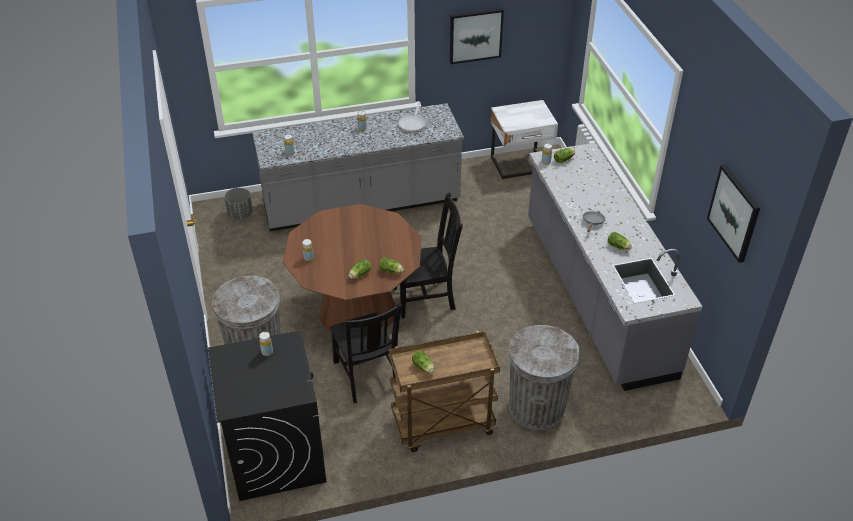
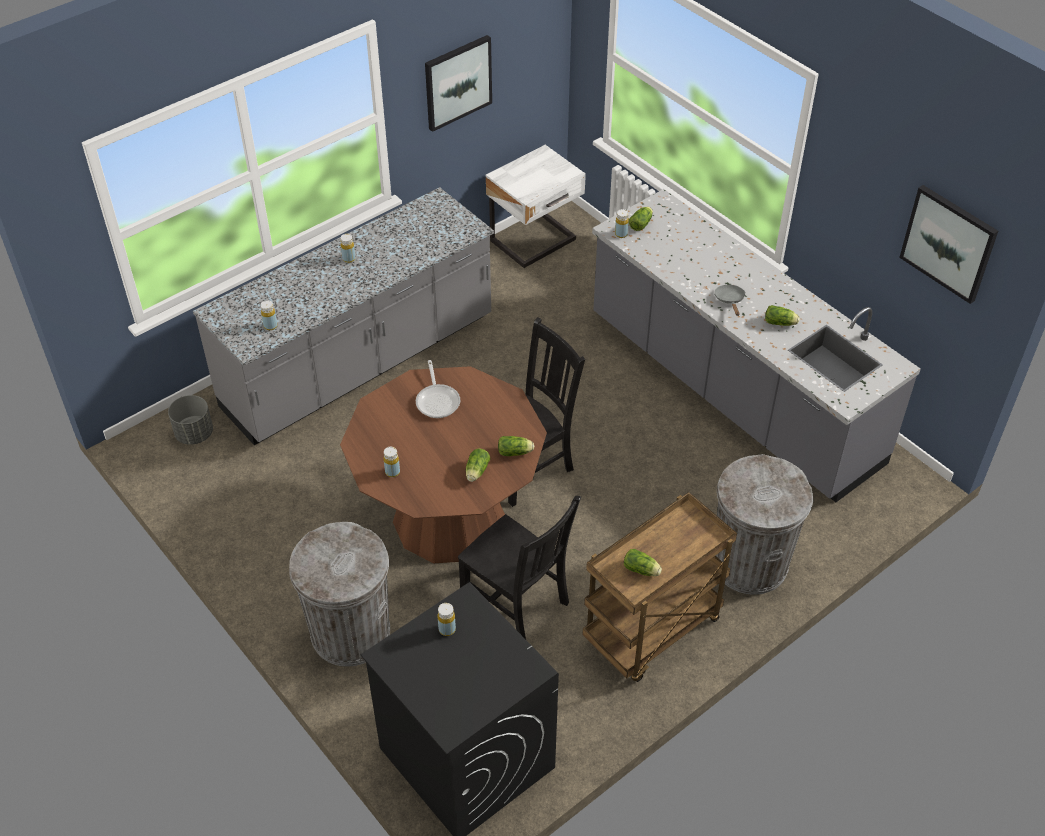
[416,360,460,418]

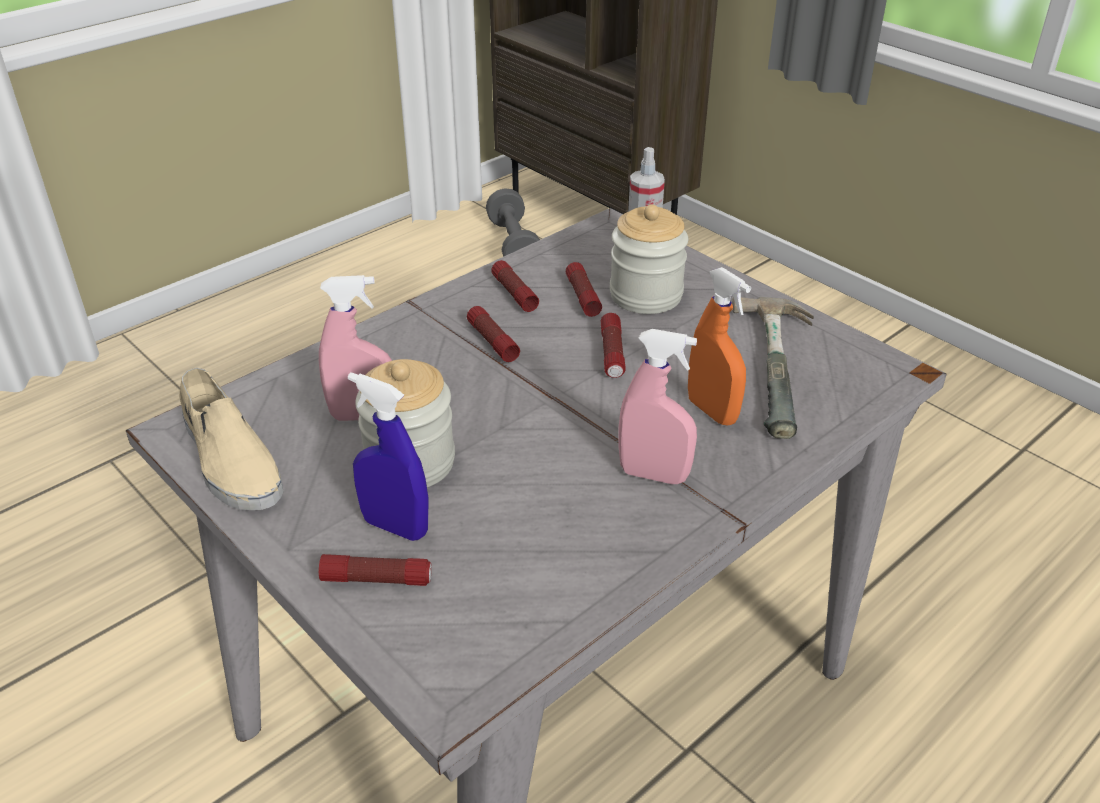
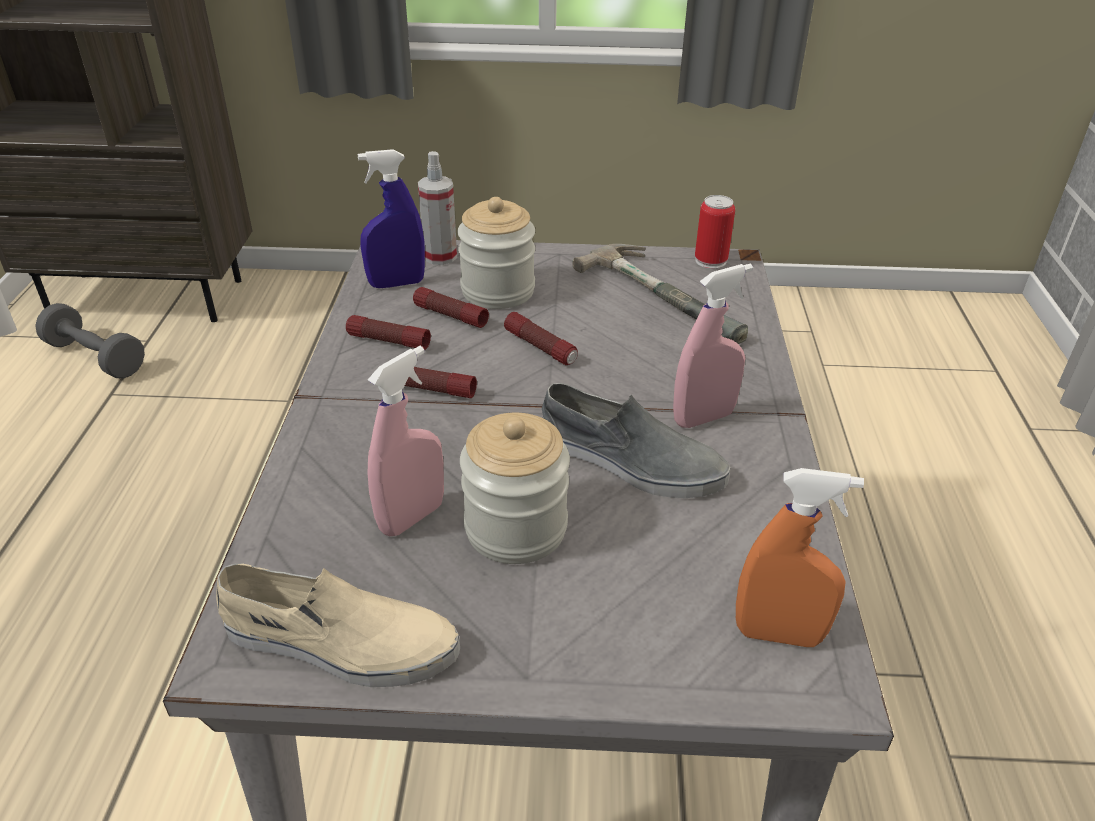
[319,554,432,586] (first image)
[358,149,425,288]
[736,468,864,647]
[542,383,731,498]
[695,195,735,269]

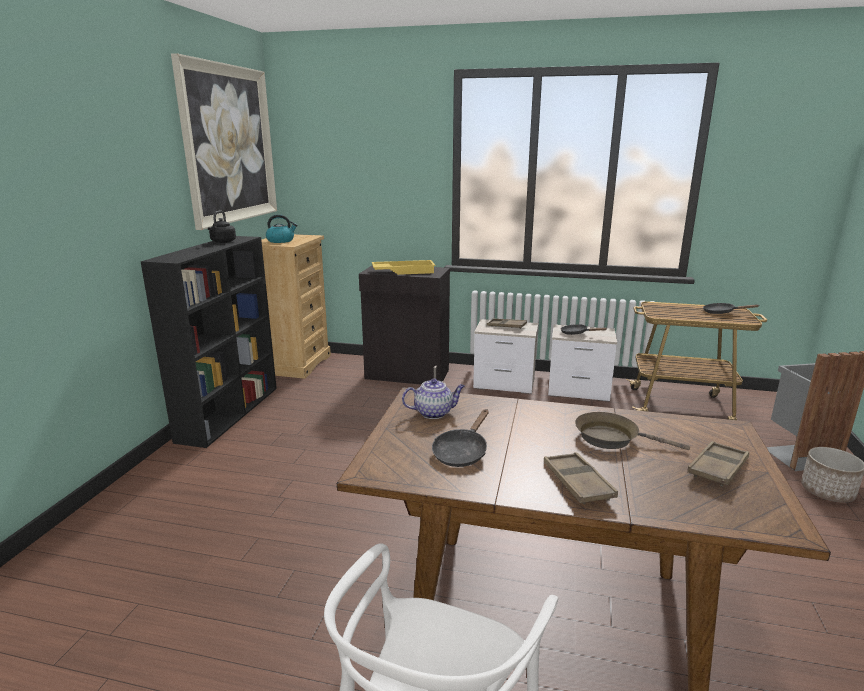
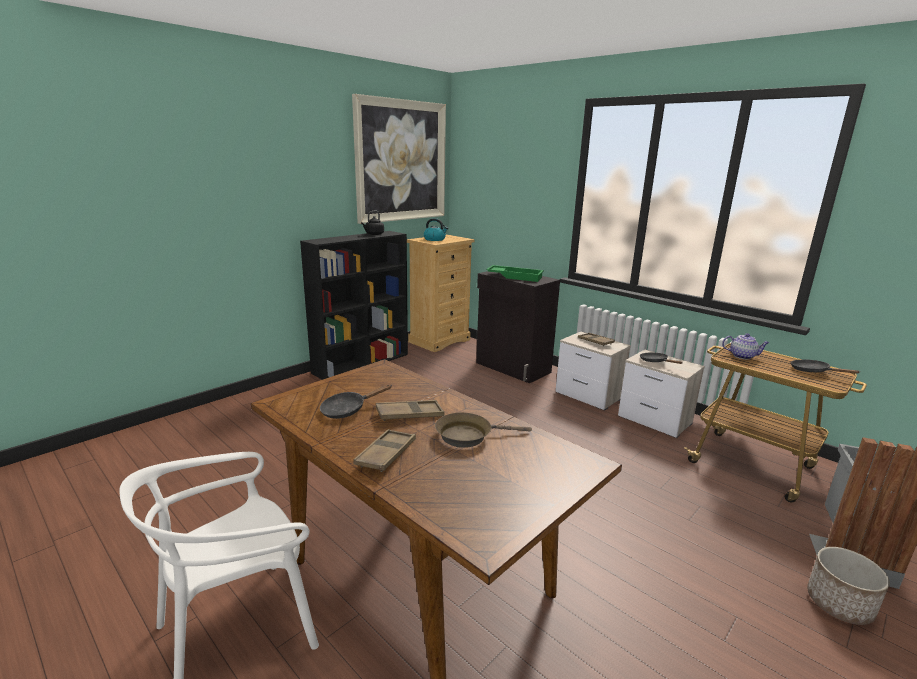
[486,265,544,282]
[722,333,769,359]
[435,412,532,448]
[376,400,445,421]

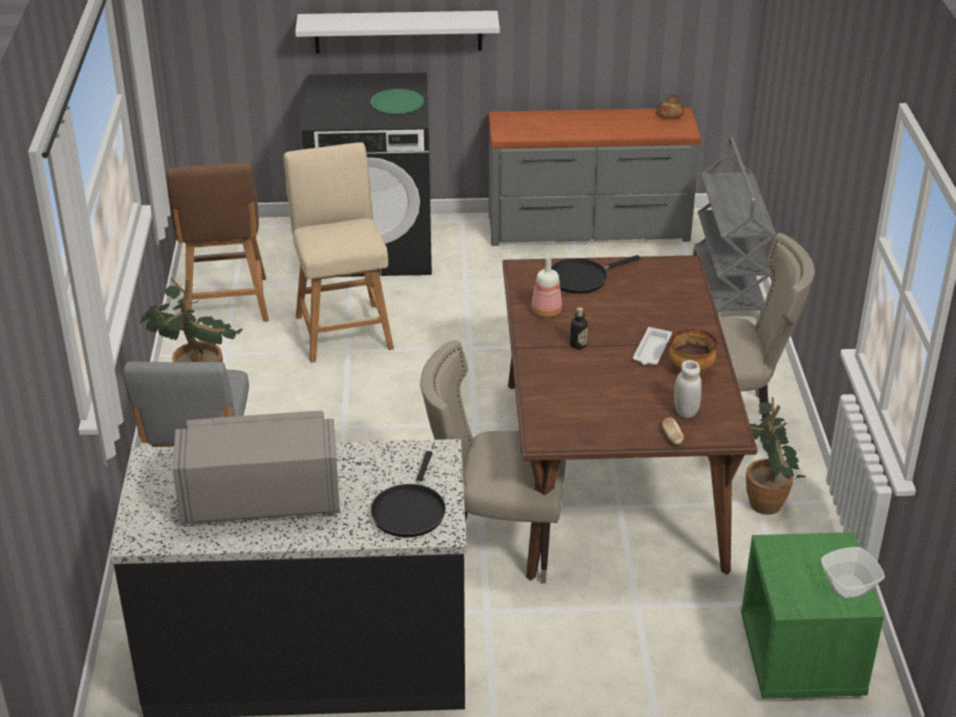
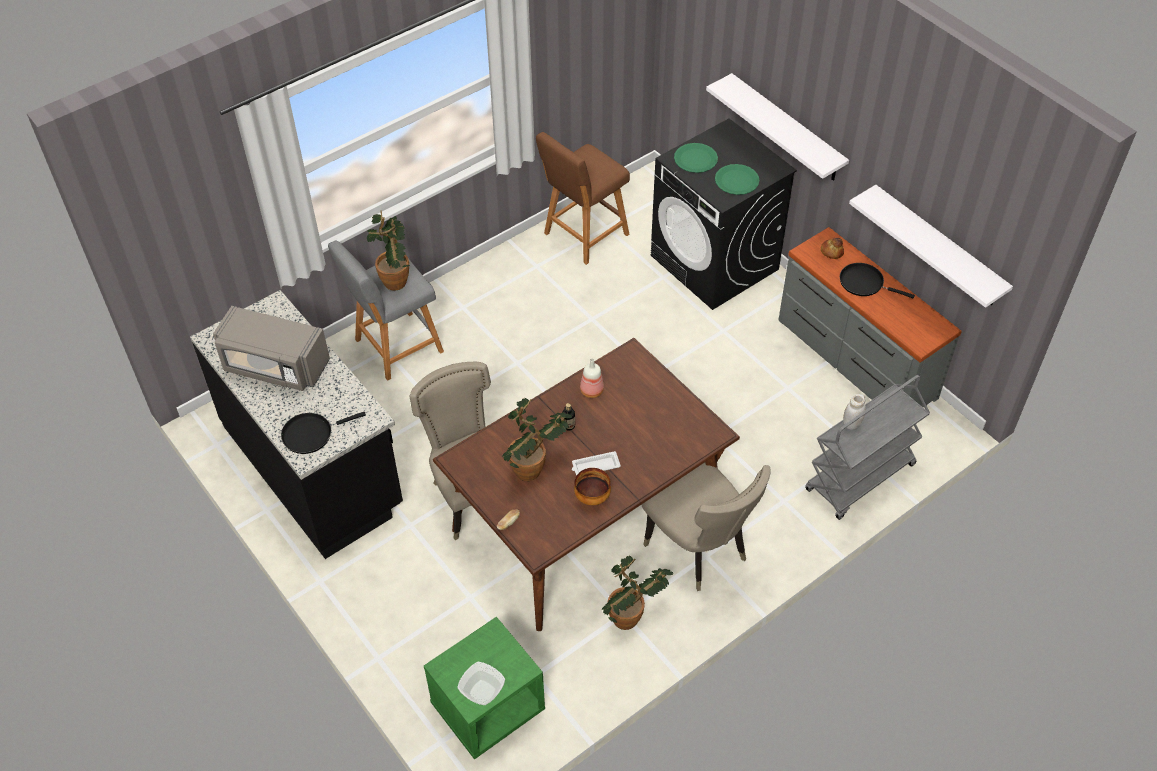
[213,306,330,391]
[284,142,394,363] (first image)
[840,263,915,298]
[821,238,844,259]
[843,394,866,430]
[502,398,572,481]
[674,143,718,173]
[849,185,1013,308]

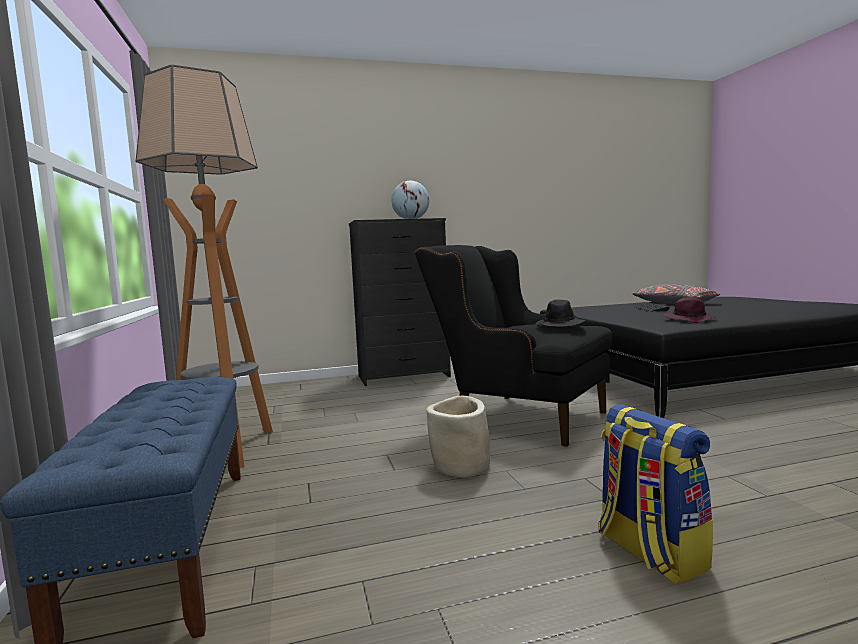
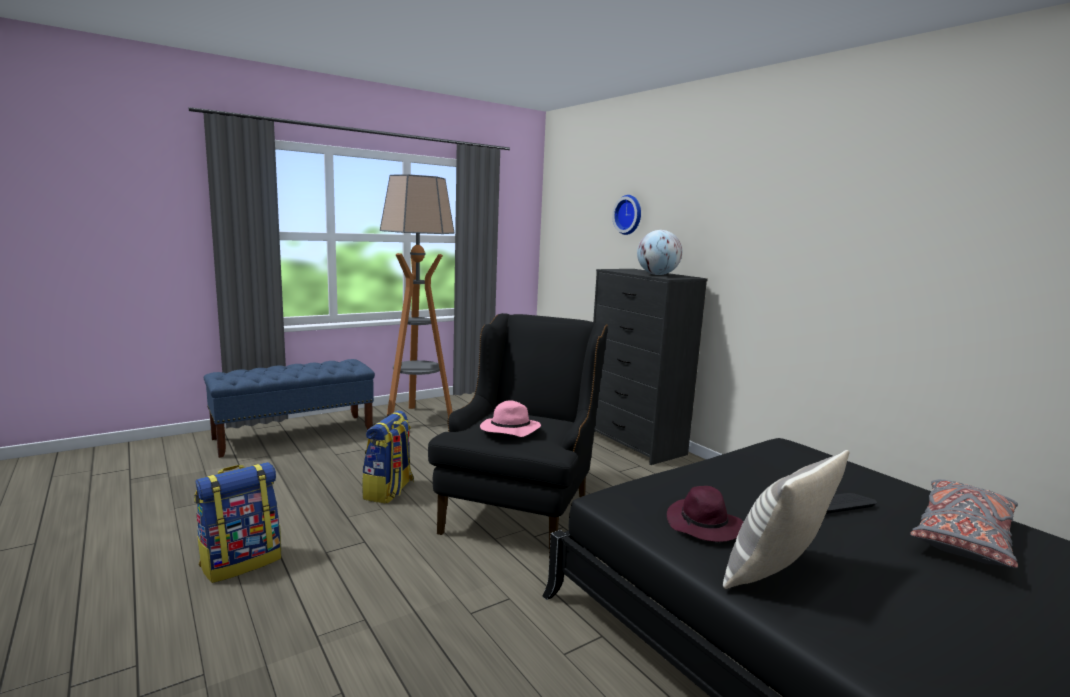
[362,410,414,504]
[480,400,541,437]
[612,195,641,235]
[723,450,849,589]

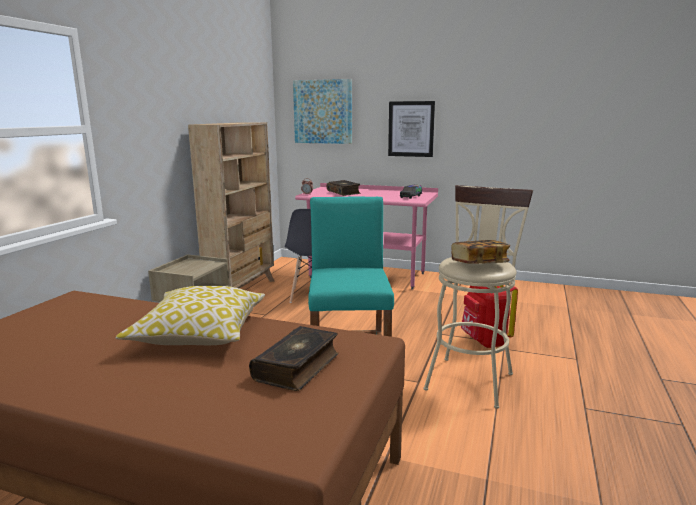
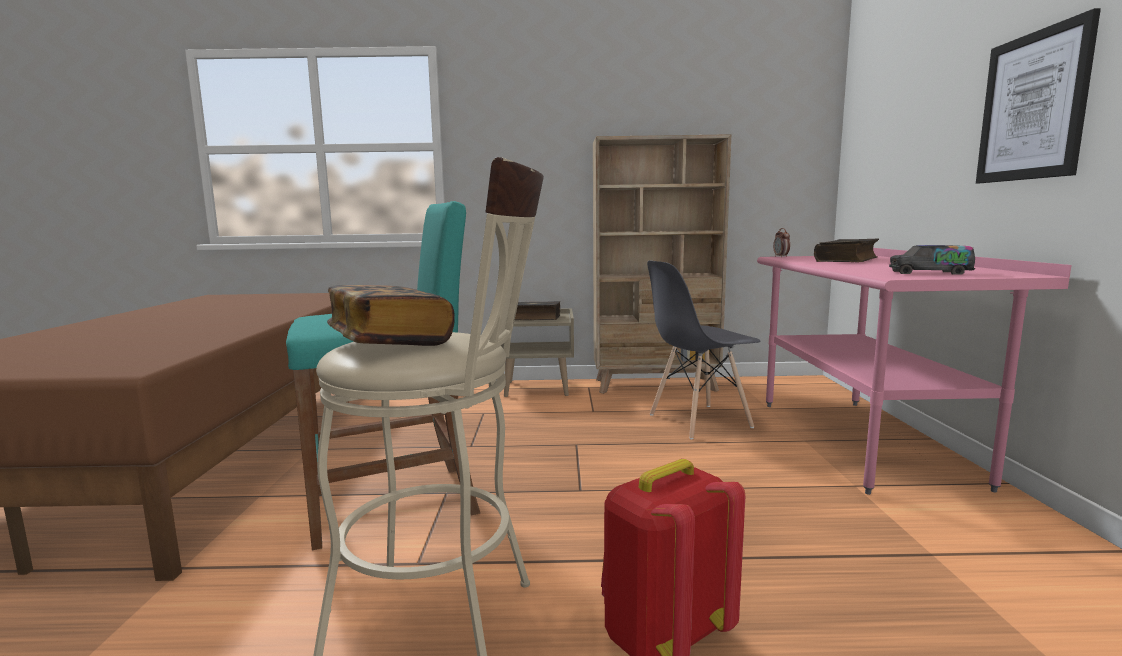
[115,286,265,345] (first image)
[515,301,560,320]
[293,79,352,144] (first image)

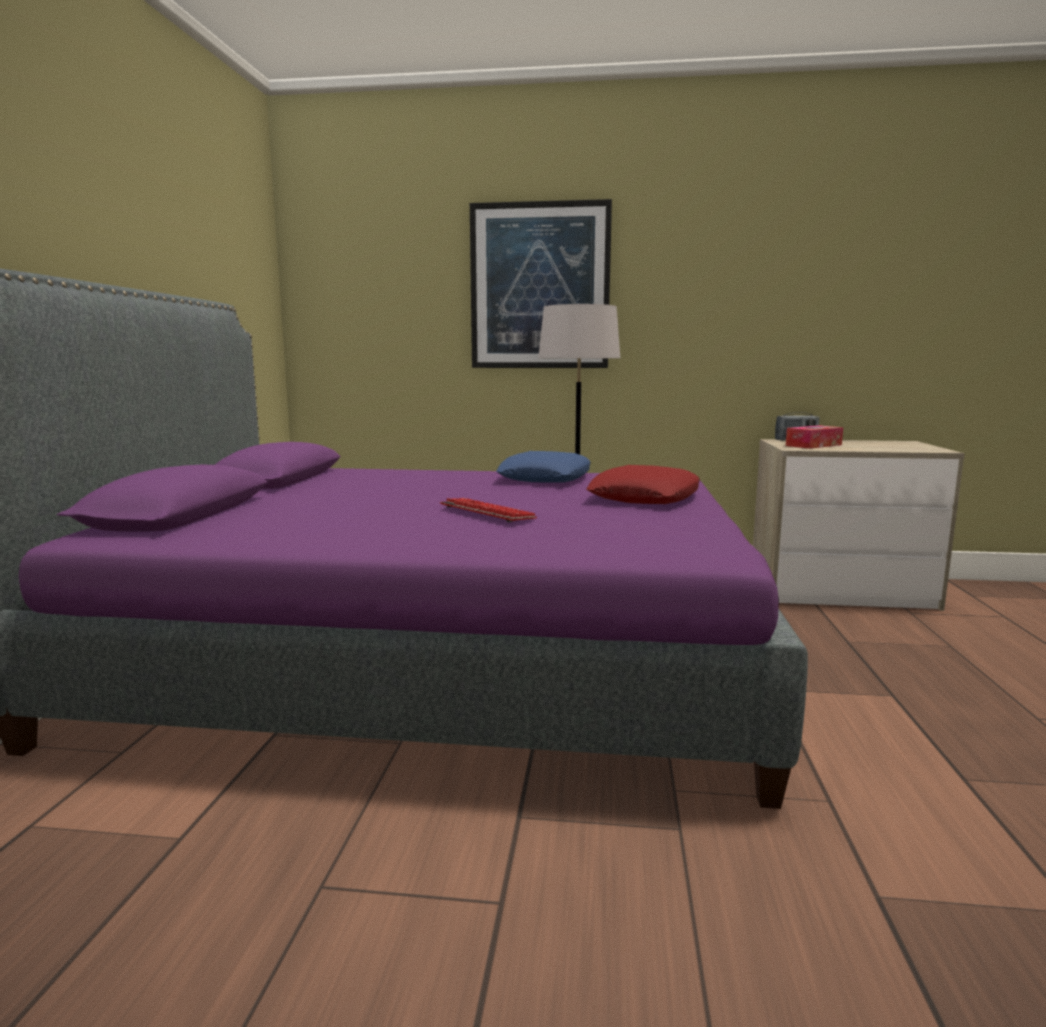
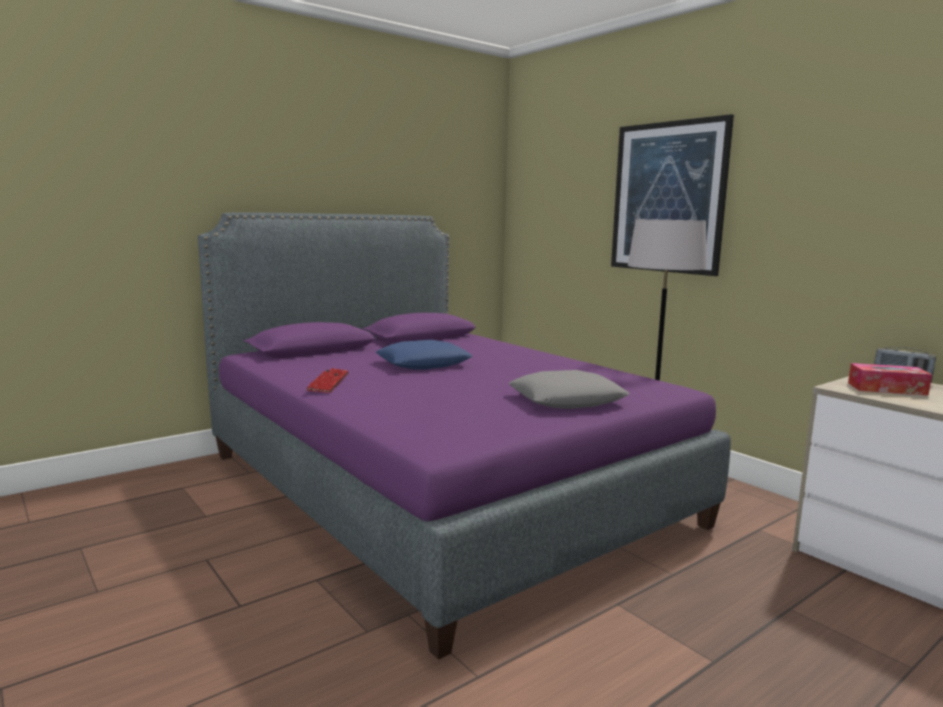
[306,368,349,393]
[376,340,473,369]
[508,370,629,409]

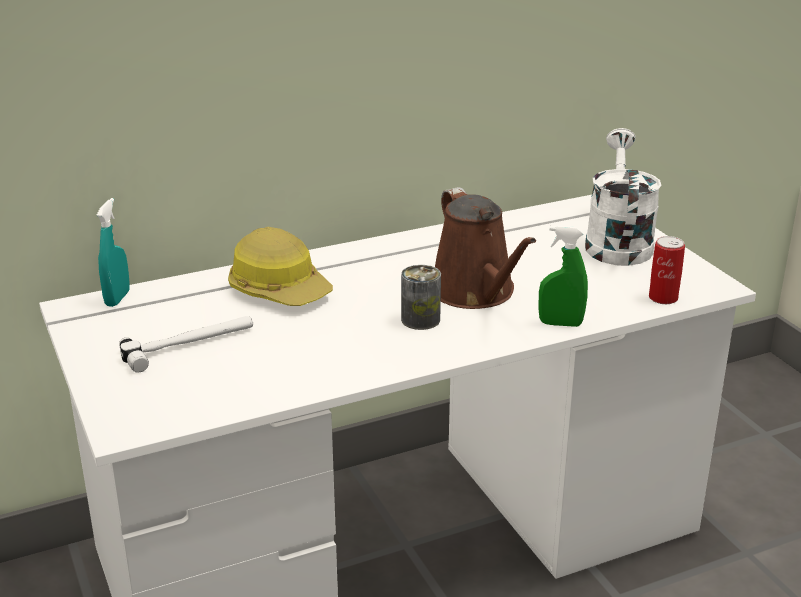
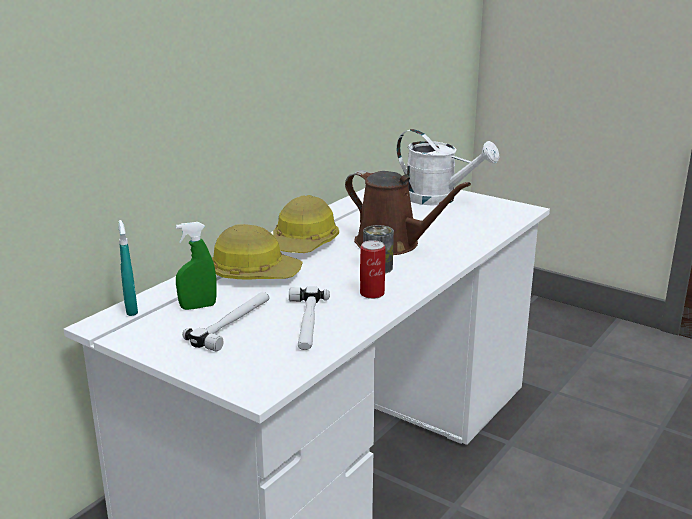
[176,222,217,310]
[396,129,499,205]
[360,240,385,299]
[273,195,339,253]
[289,286,330,350]

